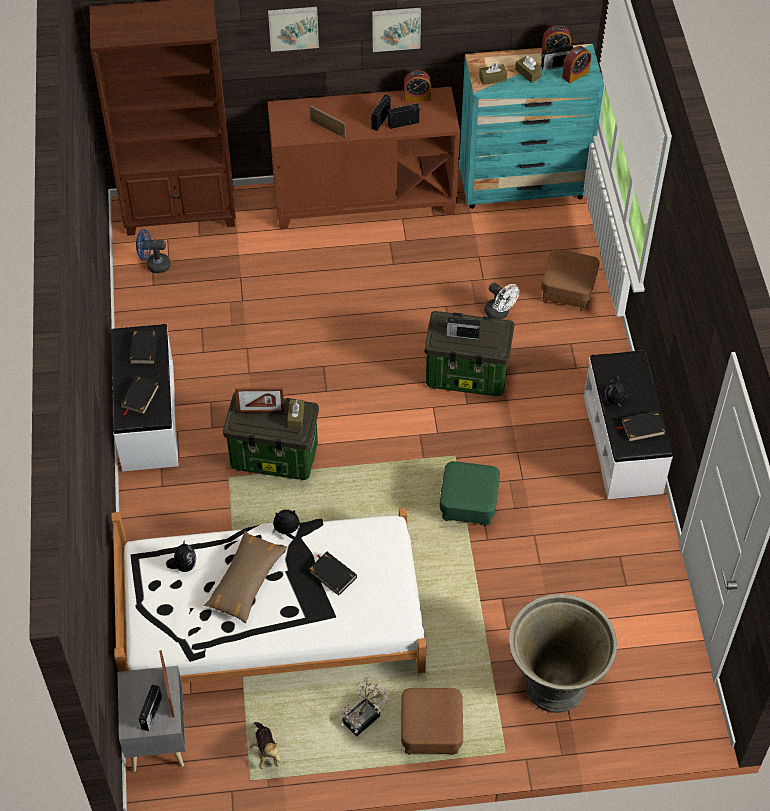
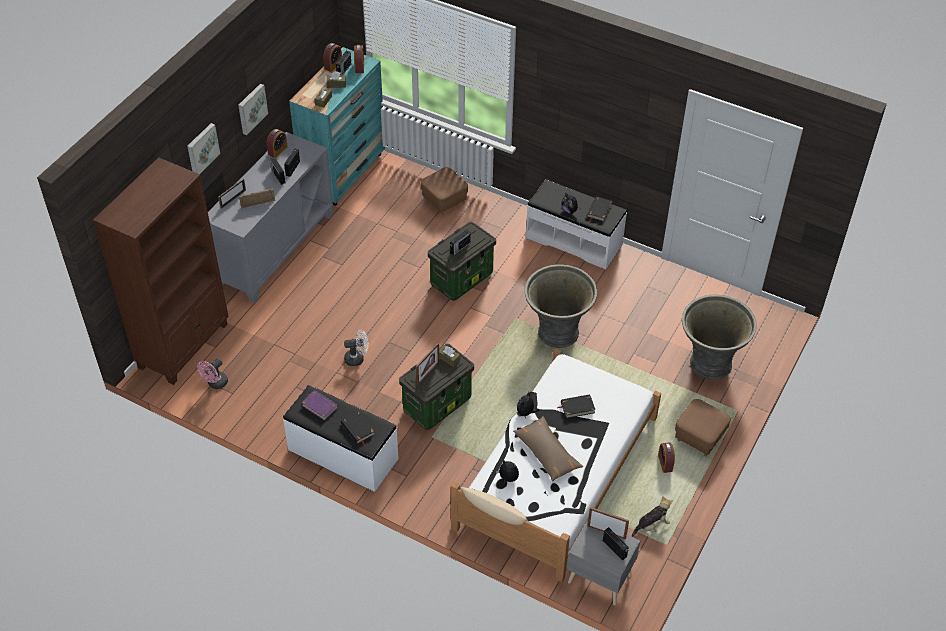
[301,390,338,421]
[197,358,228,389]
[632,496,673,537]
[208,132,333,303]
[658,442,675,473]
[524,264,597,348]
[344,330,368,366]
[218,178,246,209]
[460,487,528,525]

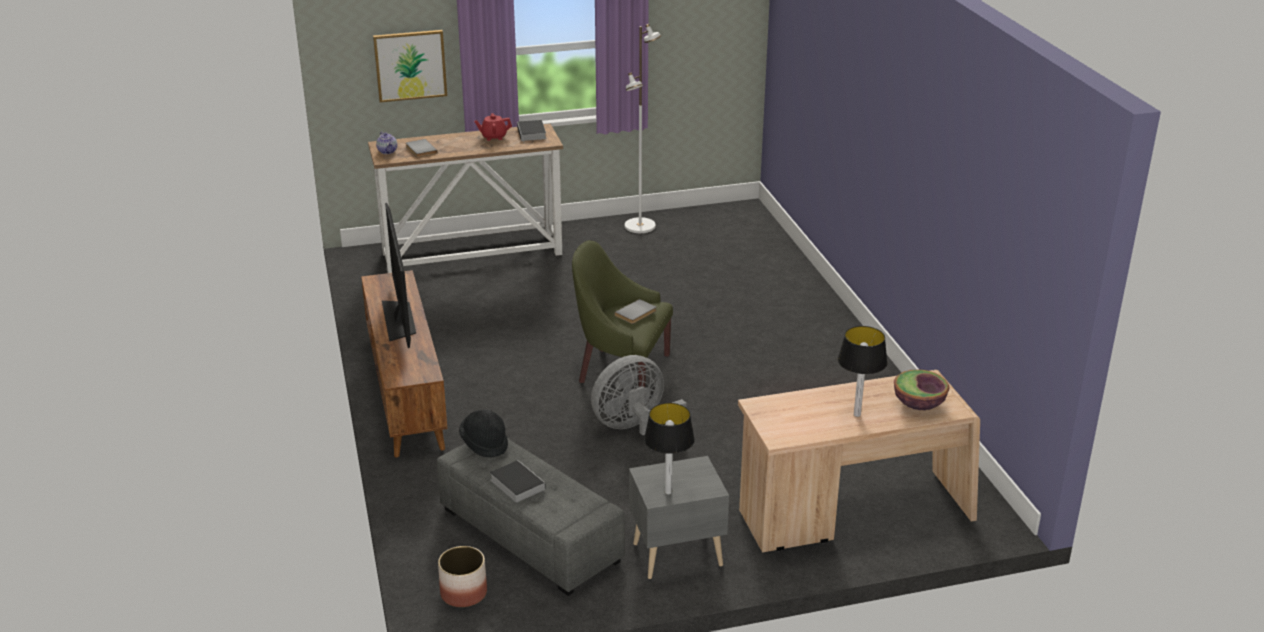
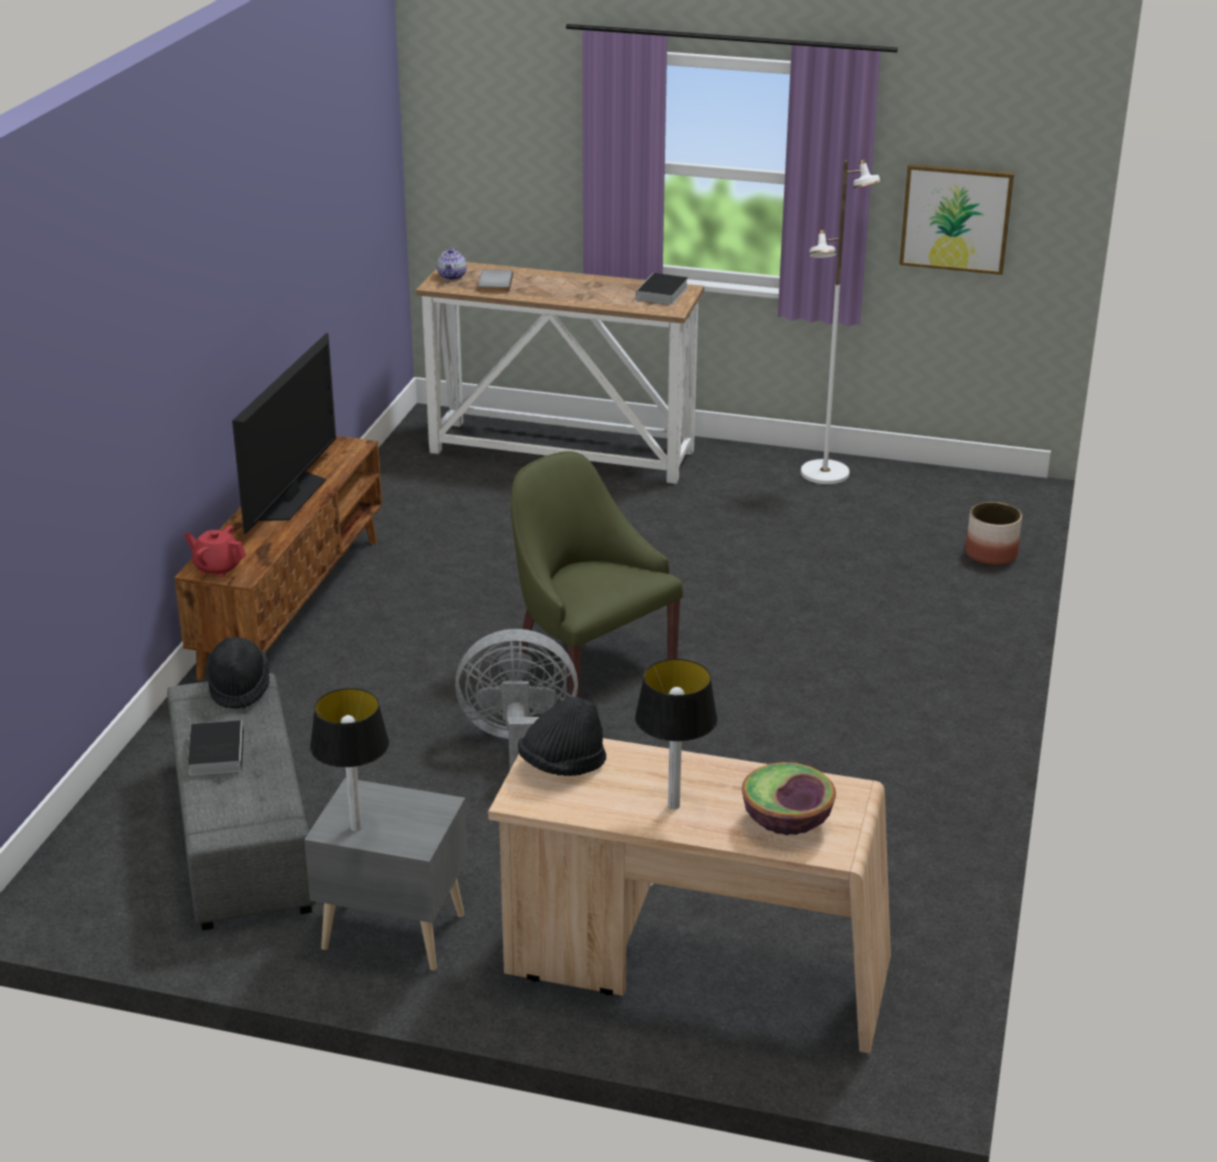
[899,164,1014,275]
[965,502,1022,565]
[184,525,246,577]
[615,299,656,324] (first image)
[518,697,606,776]

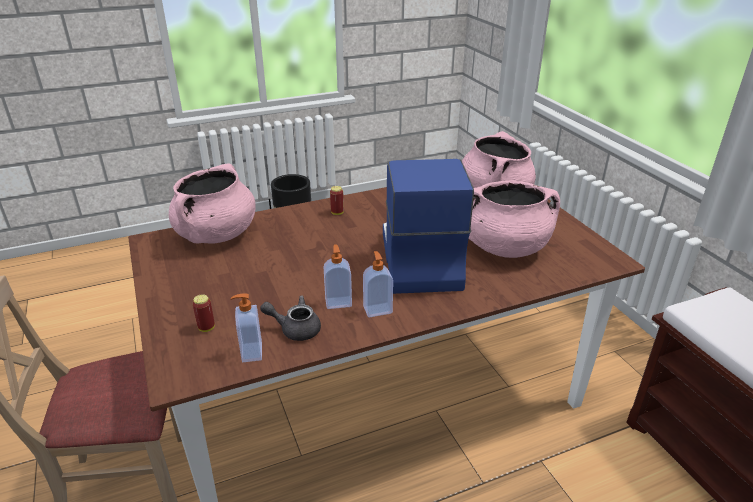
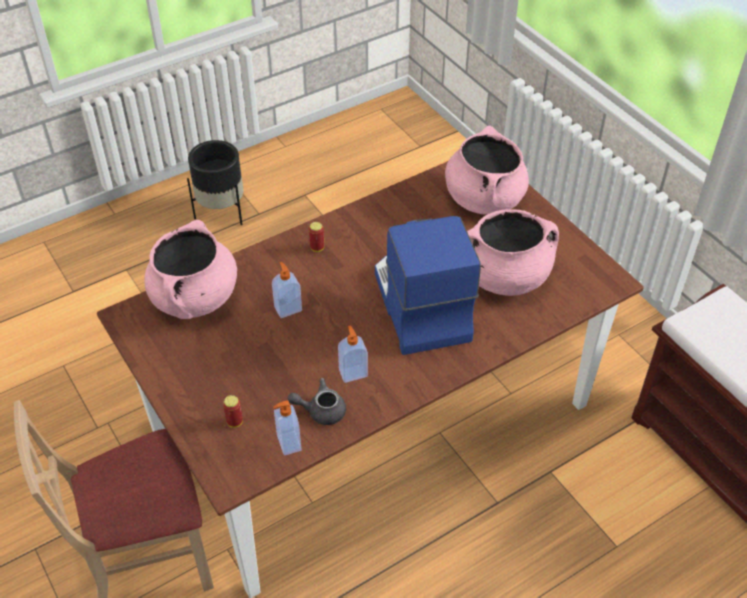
[272,262,302,318]

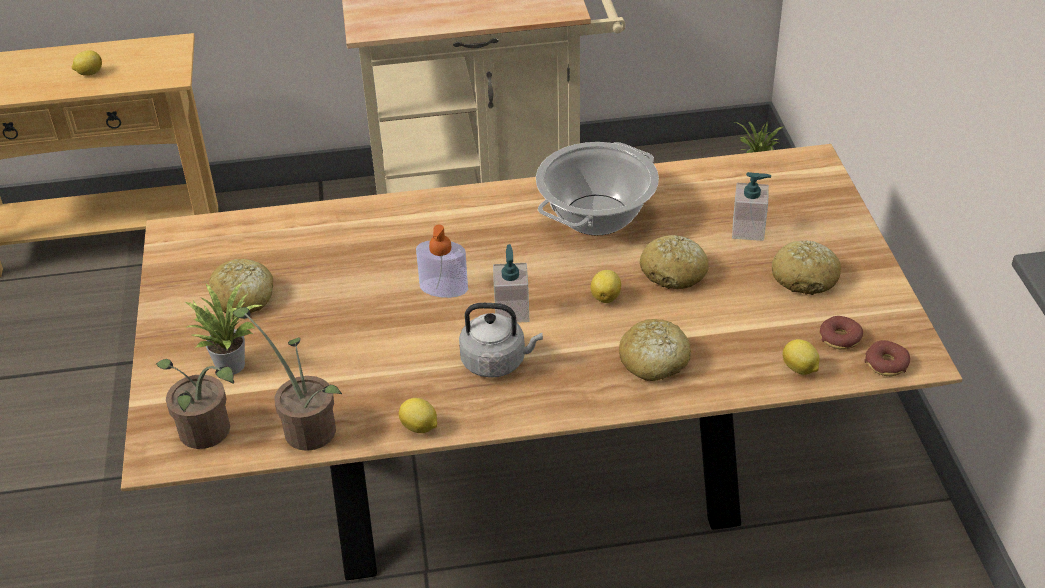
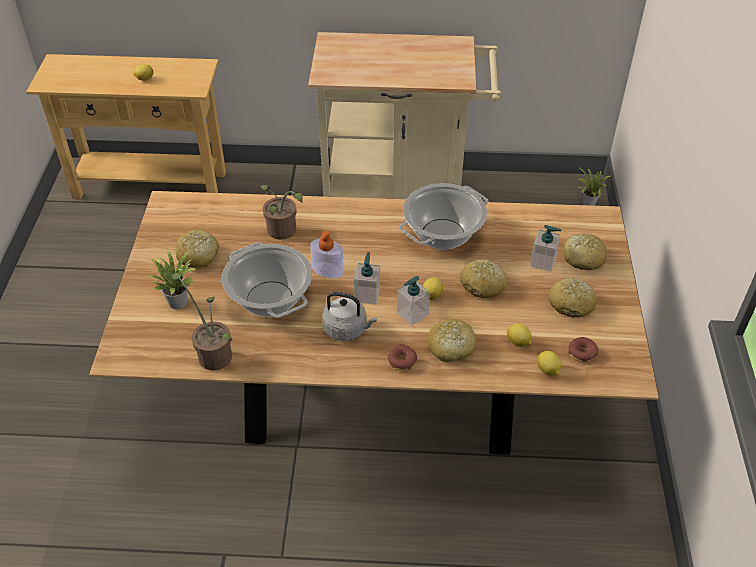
[260,185,303,240]
[507,324,532,347]
[387,344,417,371]
[222,242,312,318]
[397,276,430,326]
[564,233,607,270]

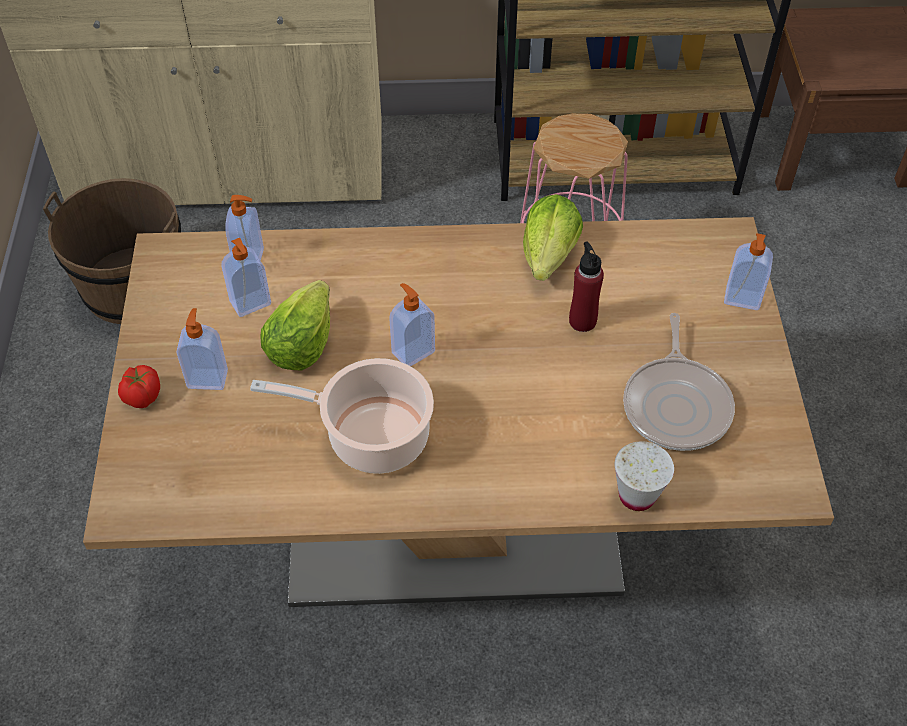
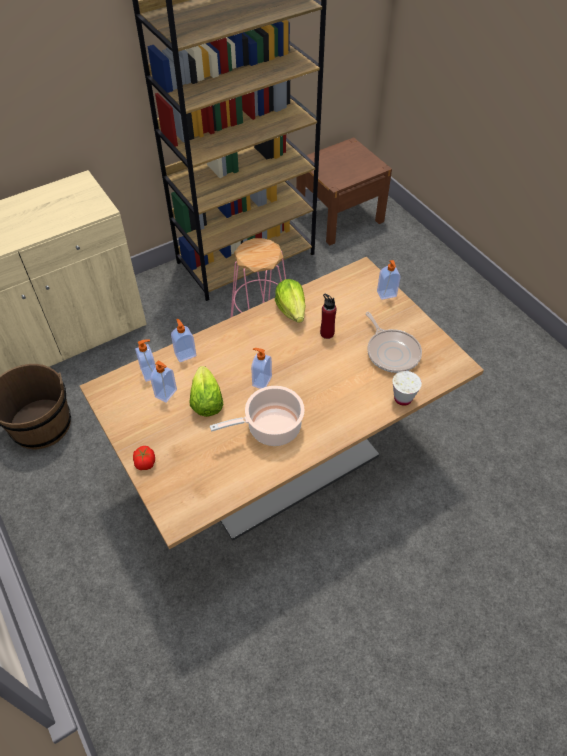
[171,319,196,362]

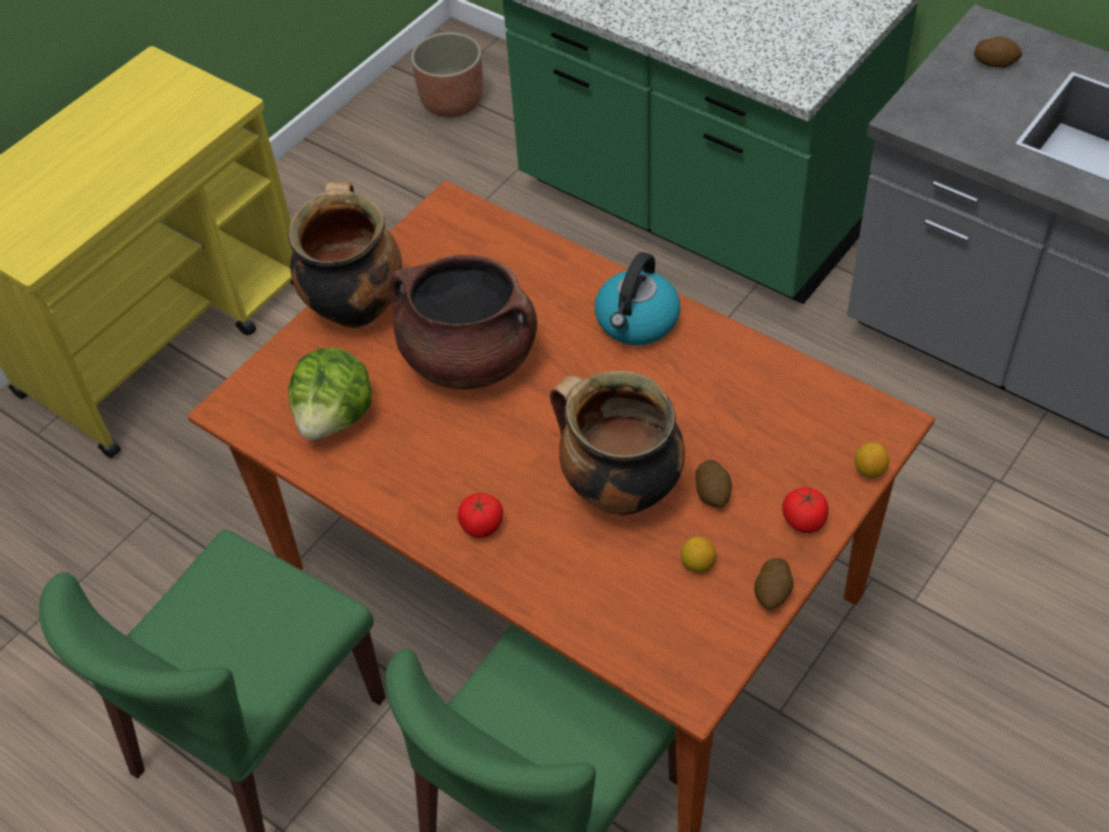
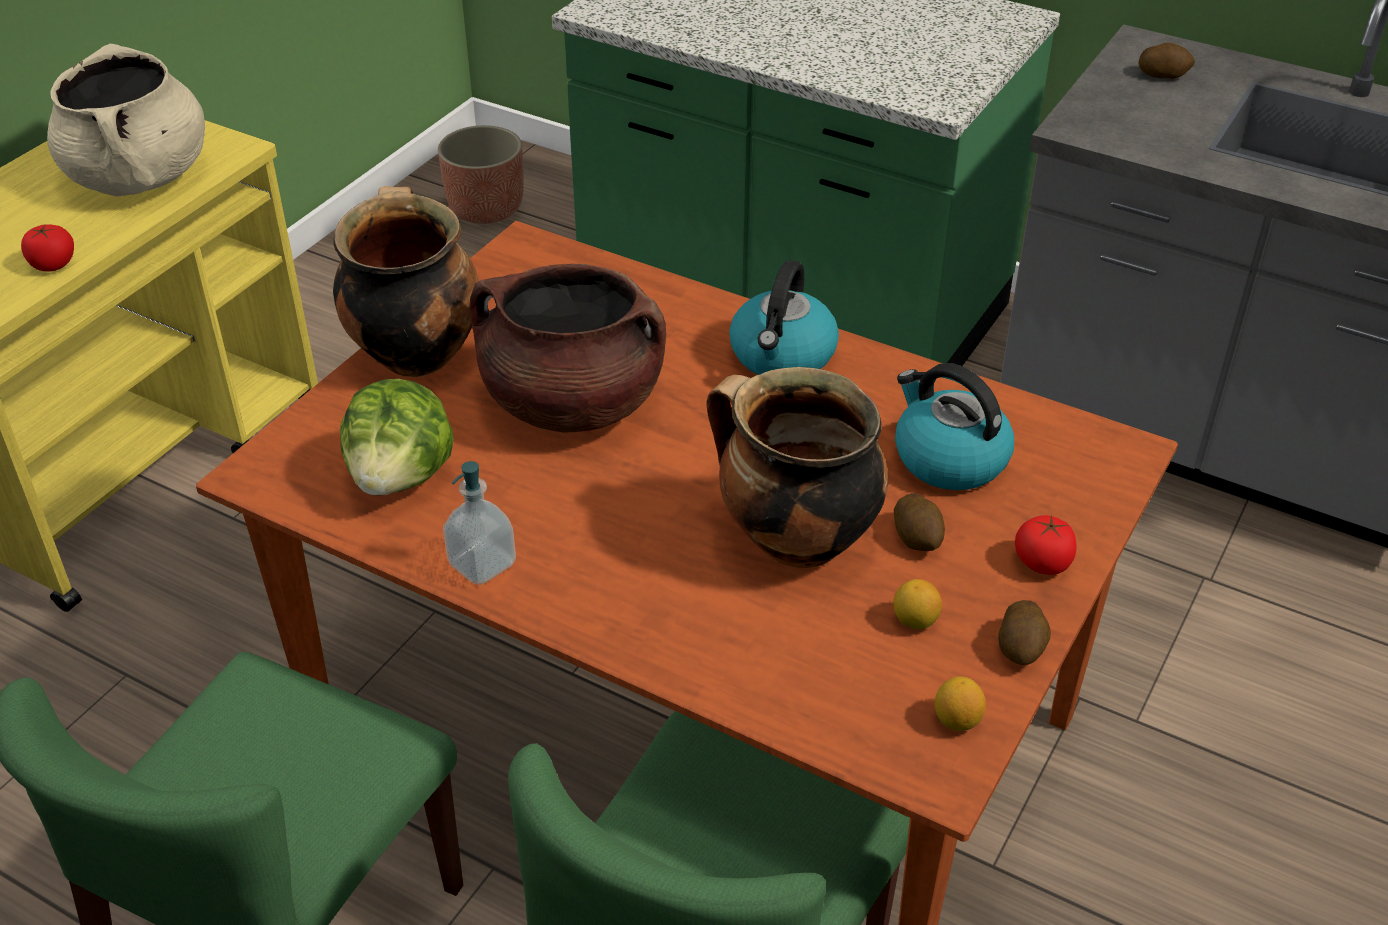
[21,224,74,272]
[935,676,986,731]
[47,44,205,197]
[443,461,516,585]
[895,363,1014,490]

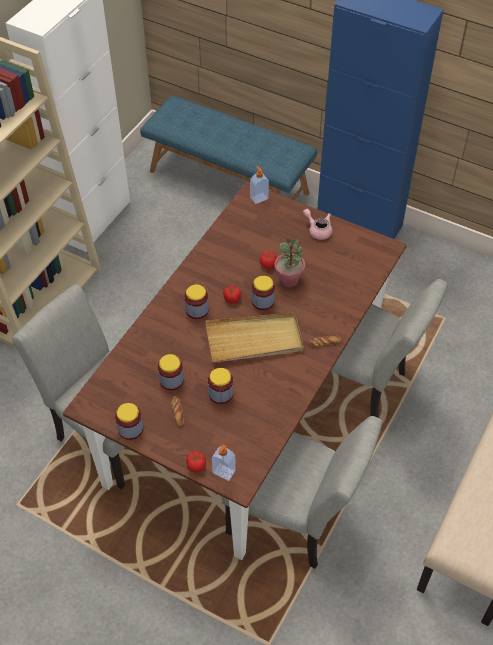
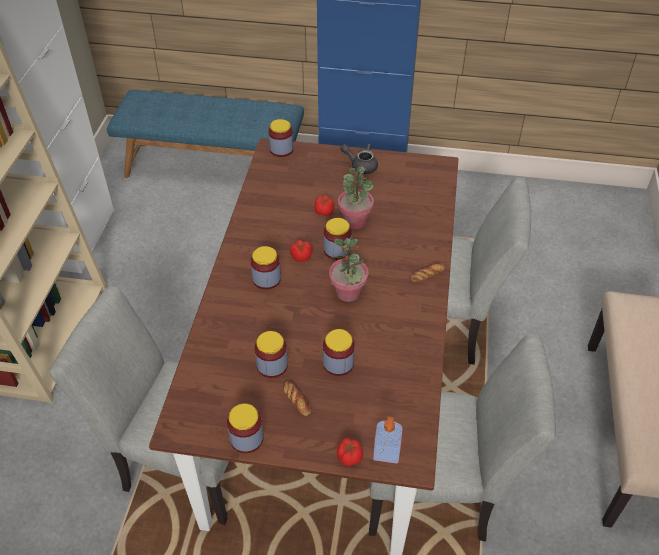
[329,238,369,302]
[268,119,293,157]
[340,144,378,174]

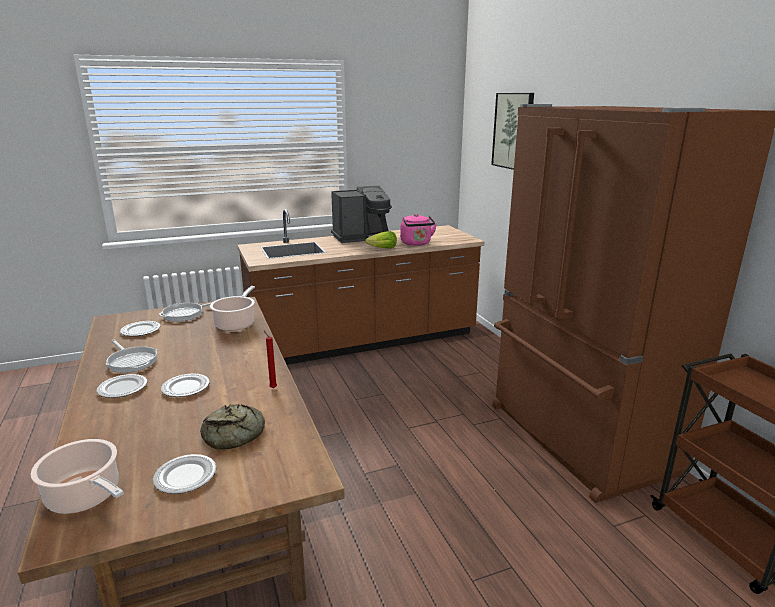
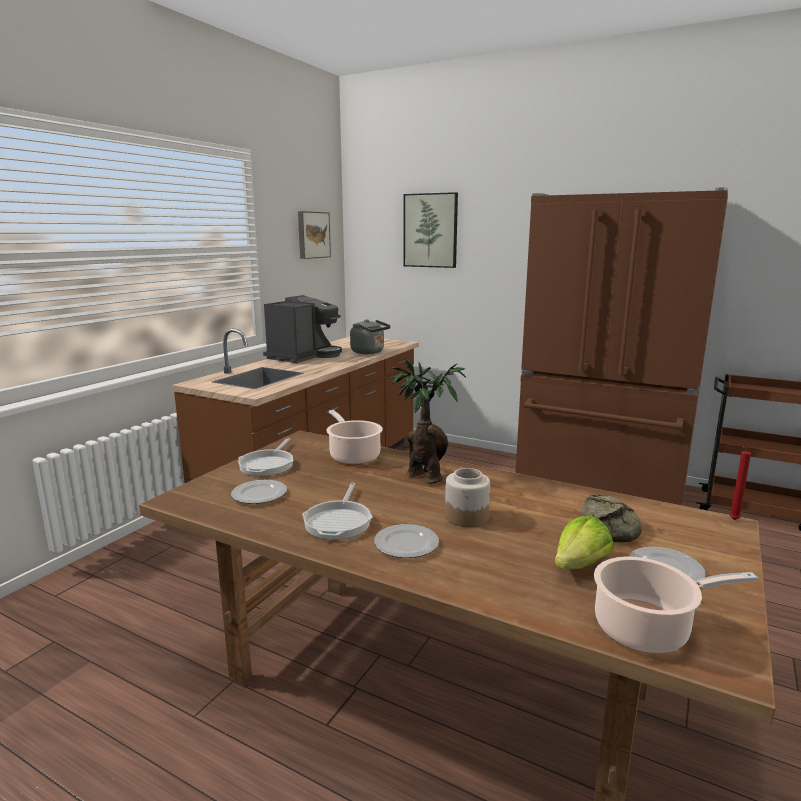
[302,483,373,540]
[445,468,490,527]
[730,445,751,520]
[555,516,614,570]
[350,319,390,354]
[298,211,331,259]
[389,358,466,484]

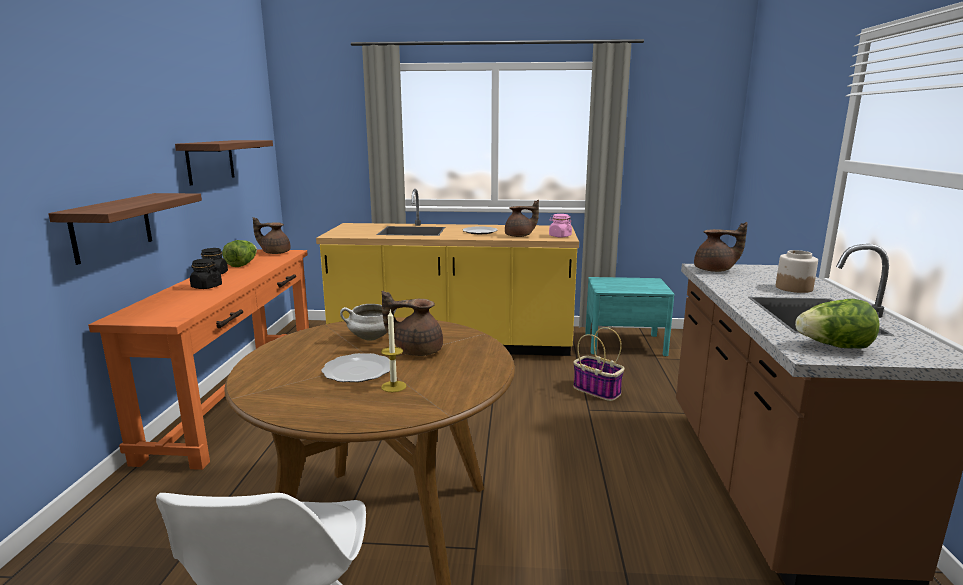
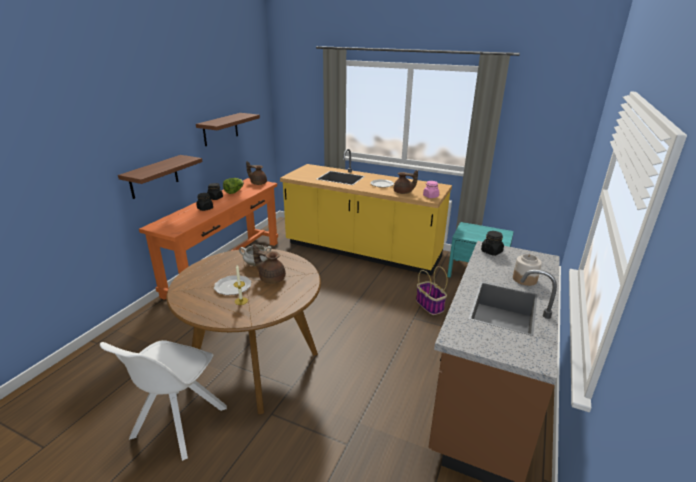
[481,231,504,256]
[795,299,880,348] (first image)

